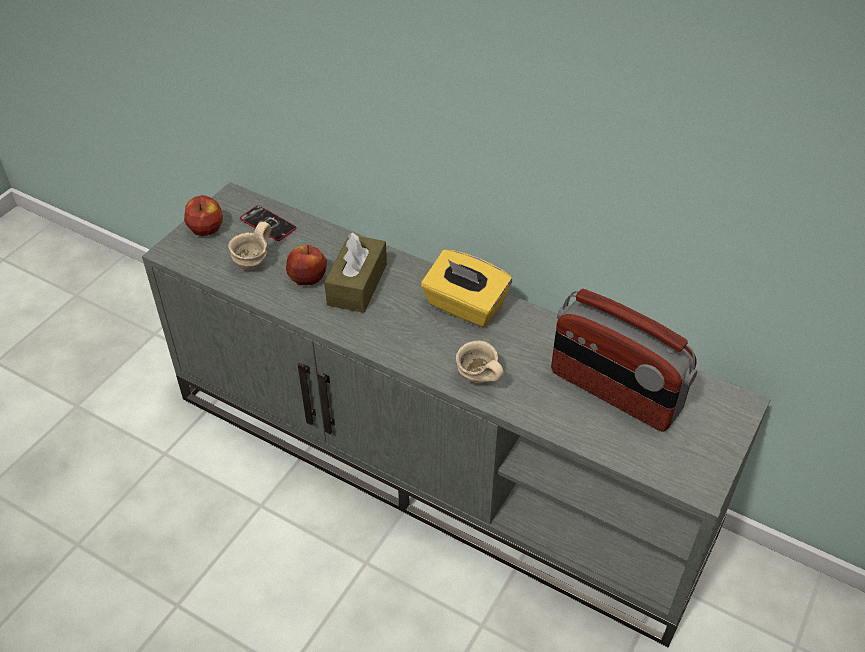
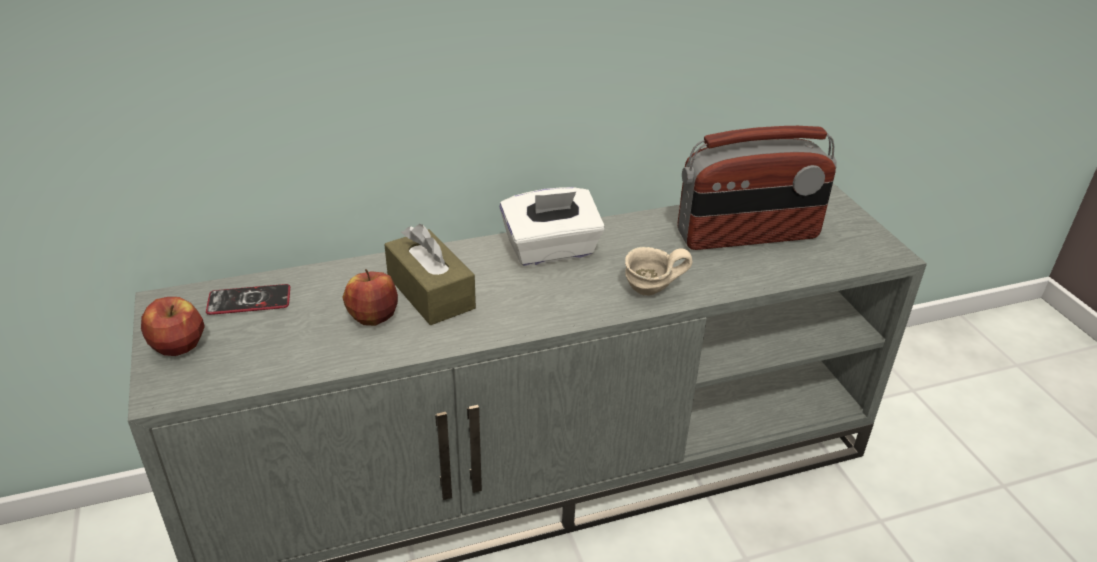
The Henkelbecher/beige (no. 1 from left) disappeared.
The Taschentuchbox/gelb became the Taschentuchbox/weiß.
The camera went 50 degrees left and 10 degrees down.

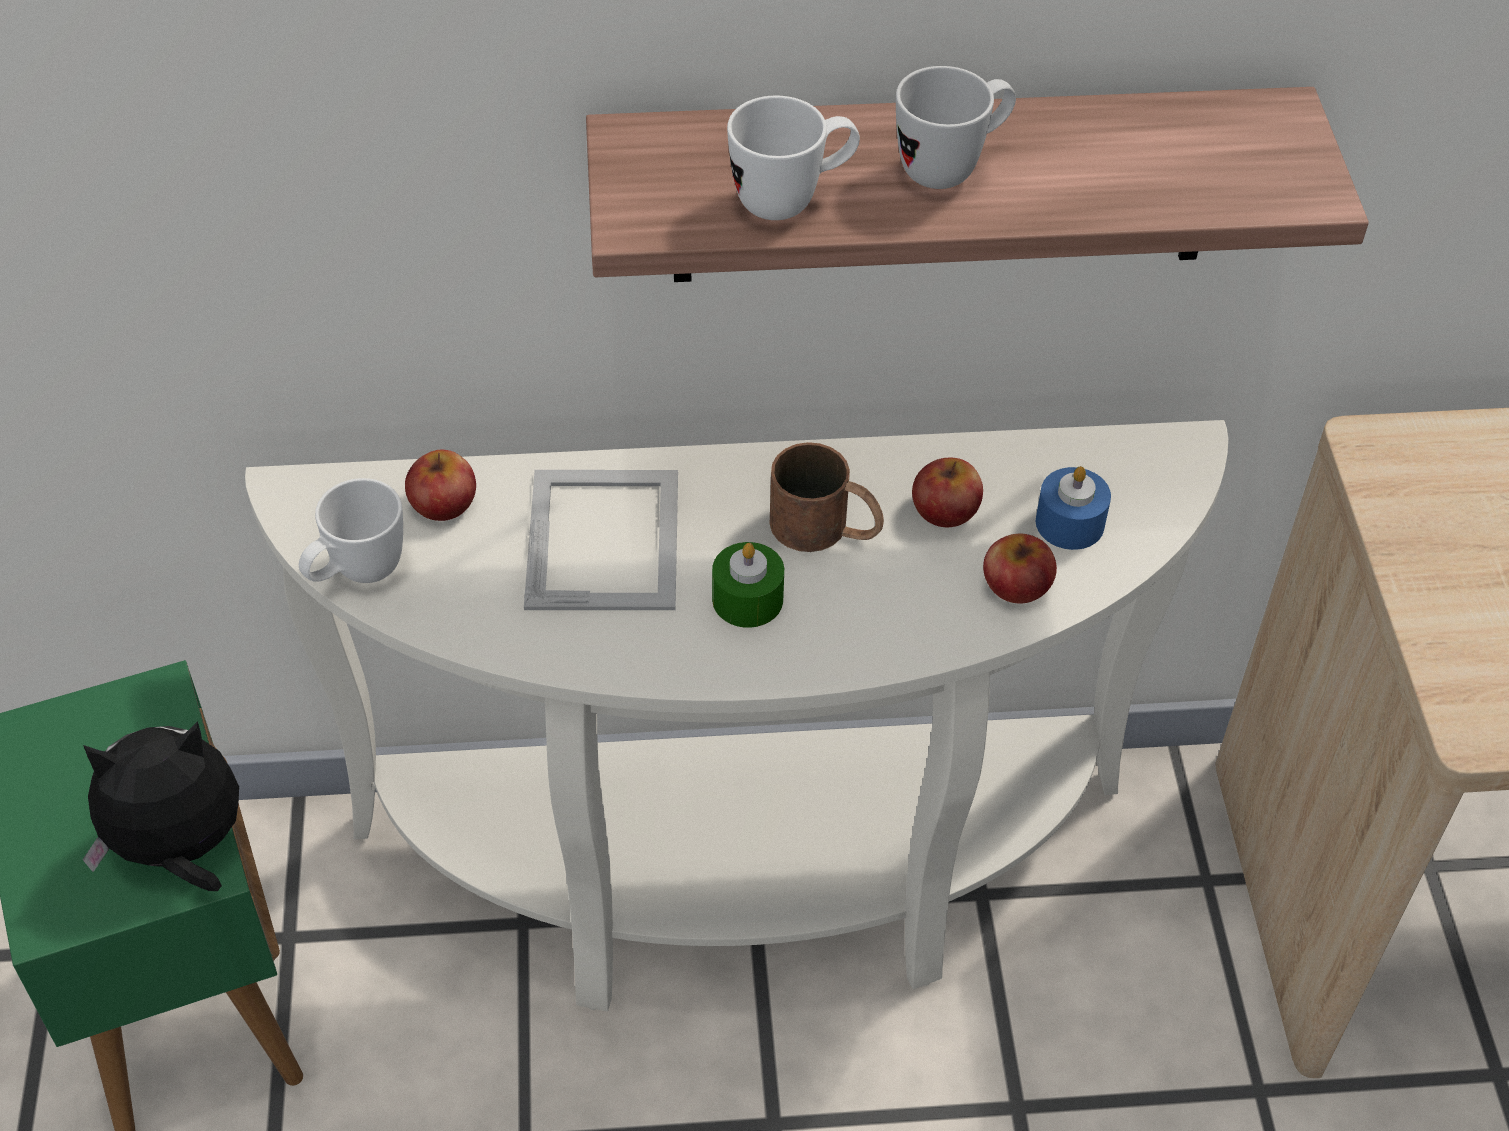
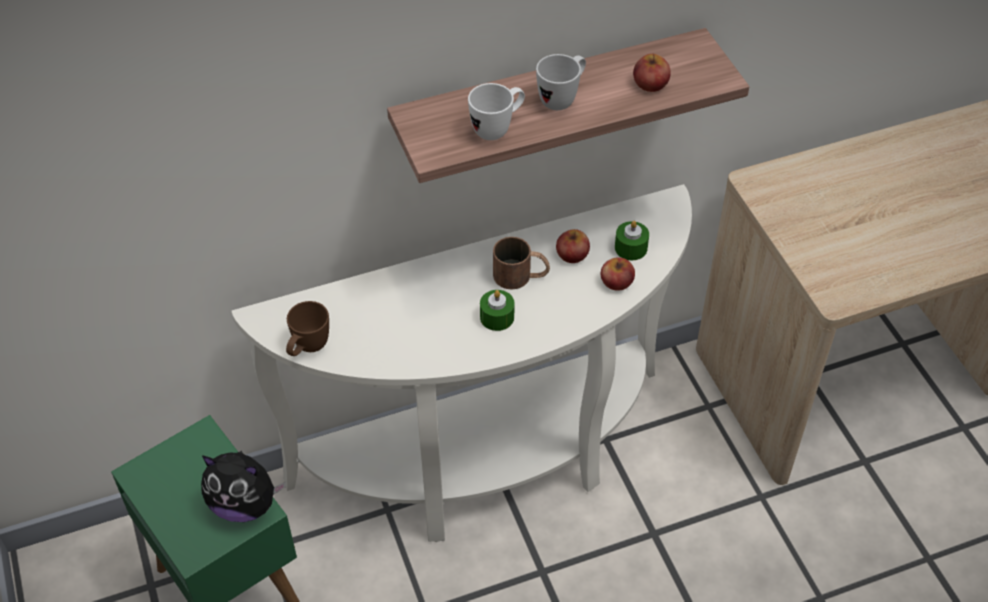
The Apfel (no. 1 from left in the first image) moved.
The Kerze/blau became the Kerze/grün (no. 2 from left).
The Bilderrahmen disappeared.
The Henkelbecher/weiß (no. 1 from left) became the Henkelbecher/braun (no. 1 from left).
The Plüschtier turned 135 degrees counterclockwise.
The camera went 15 degrees left and 0 degrees up.

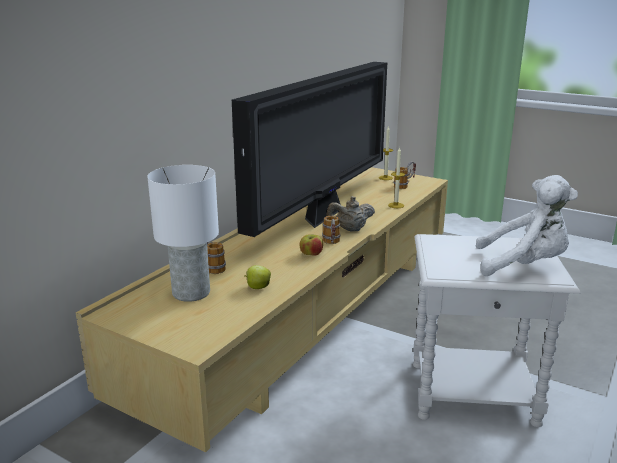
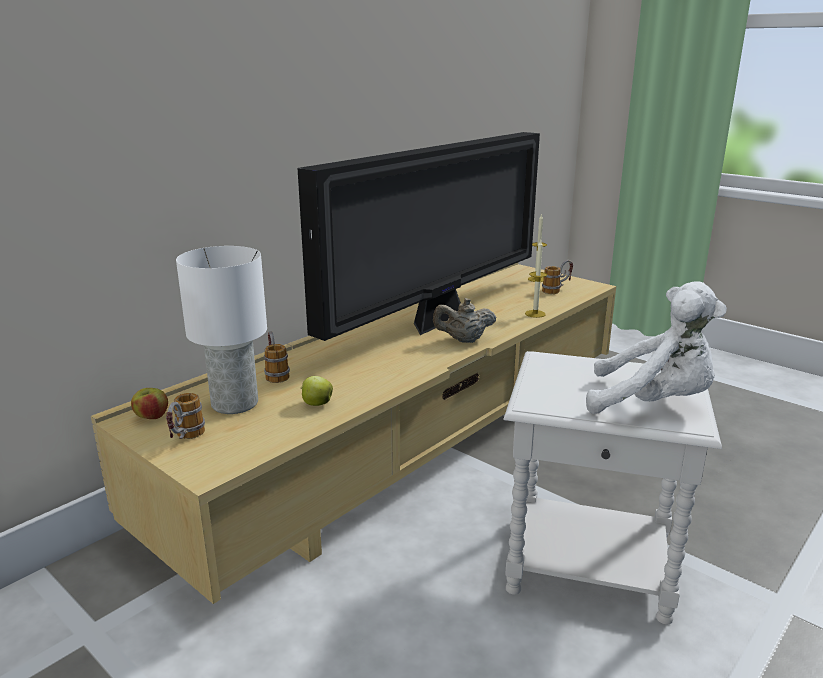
The Henkelbecher (no. 2 from left in the first image) moved.
The Apfel (no. 2 from left in the first image) moved.
The camera went 10 degrees right and 0 degrees up.

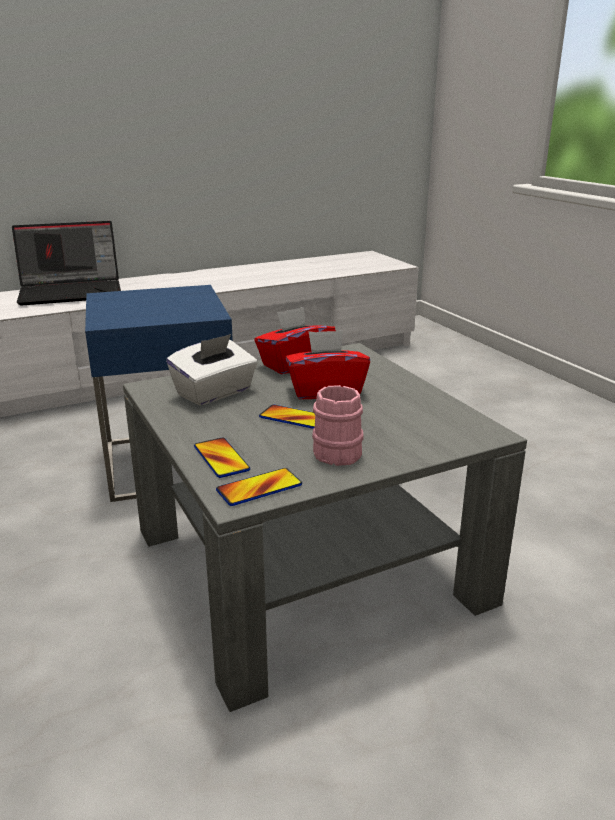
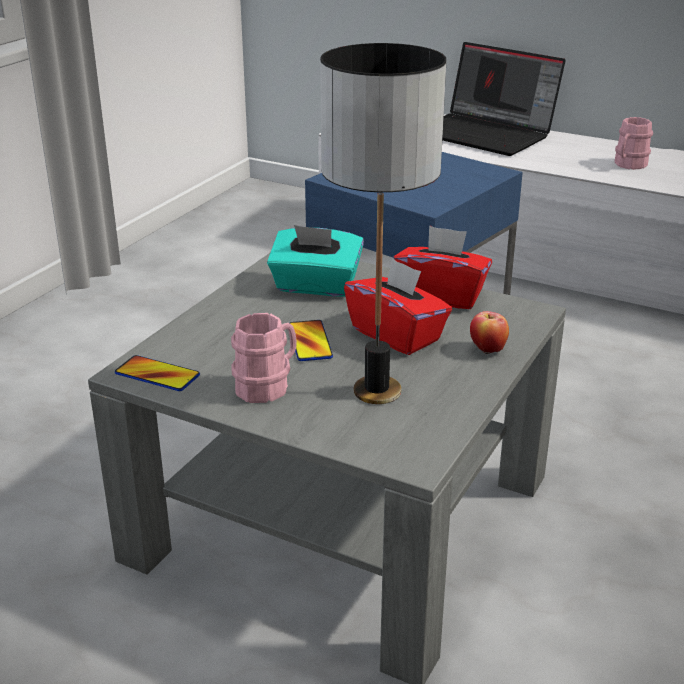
The Taschentuchbox/weiß became the Taschentuchbox/türkis.
The Handy (no. 1 from left) disappeared.
The Tischlampe appeared.
The Henkelbecher/rosa (no. 2 from left) appeared.
The Apfel appeared.
The camera went 55 degrees right and 5 degrees up.

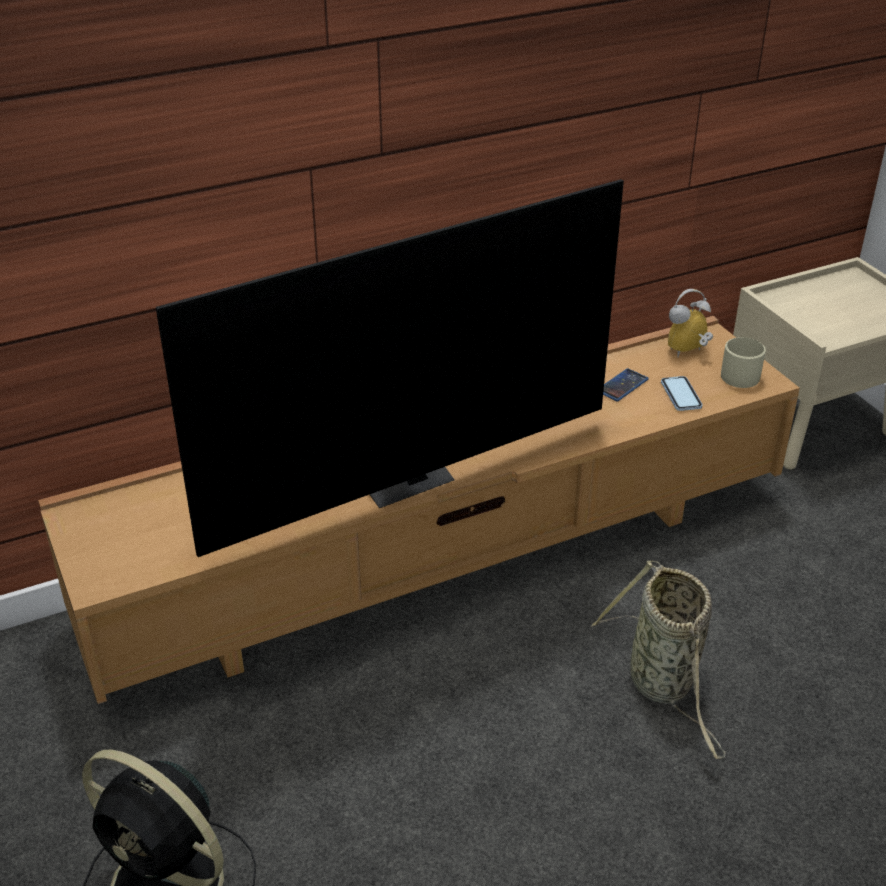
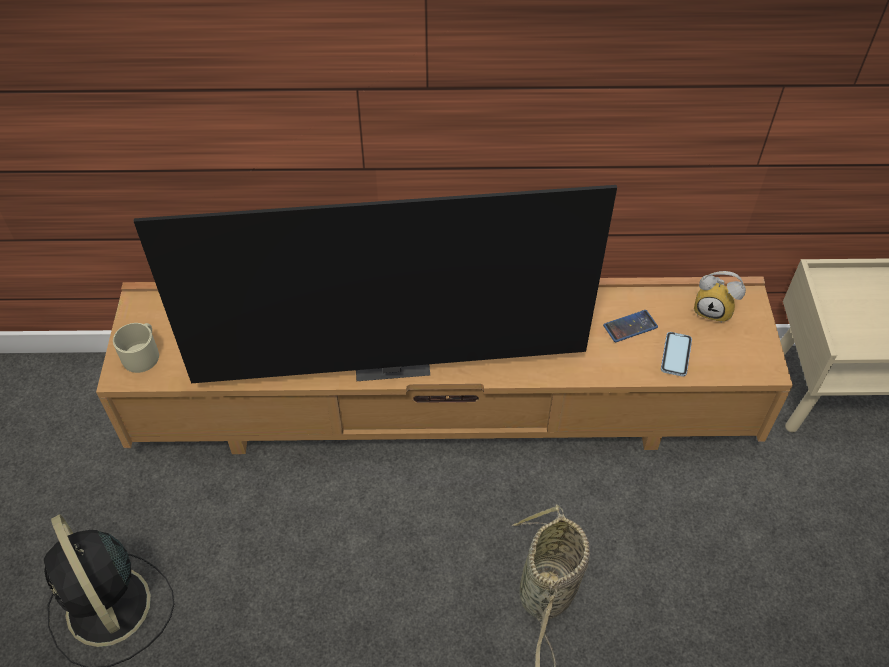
The Wecker turned 150 degrees counterclockwise.
The Henkelbecher/beige moved.
The camera went 25 degrees right and 15 degrees up.

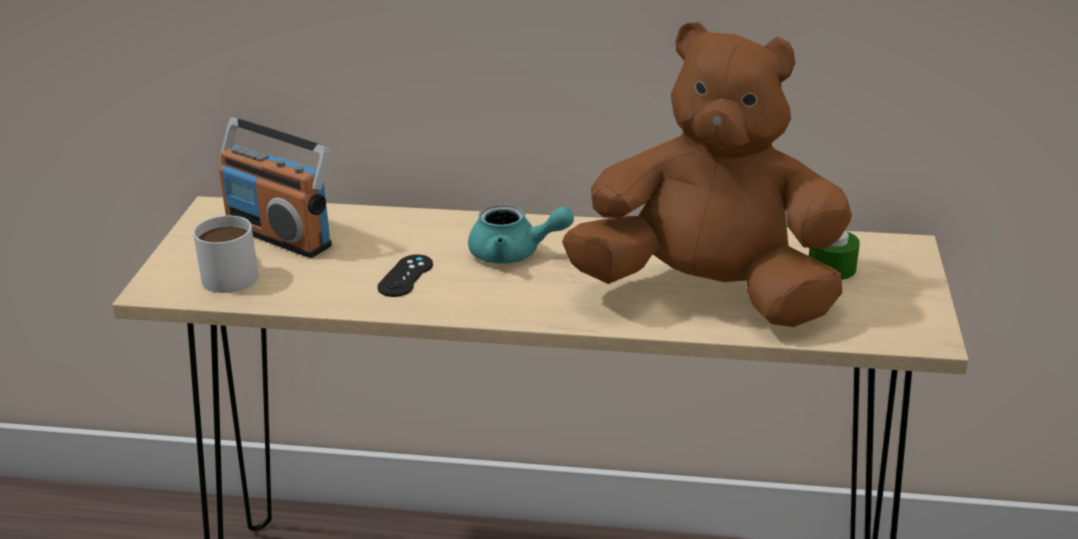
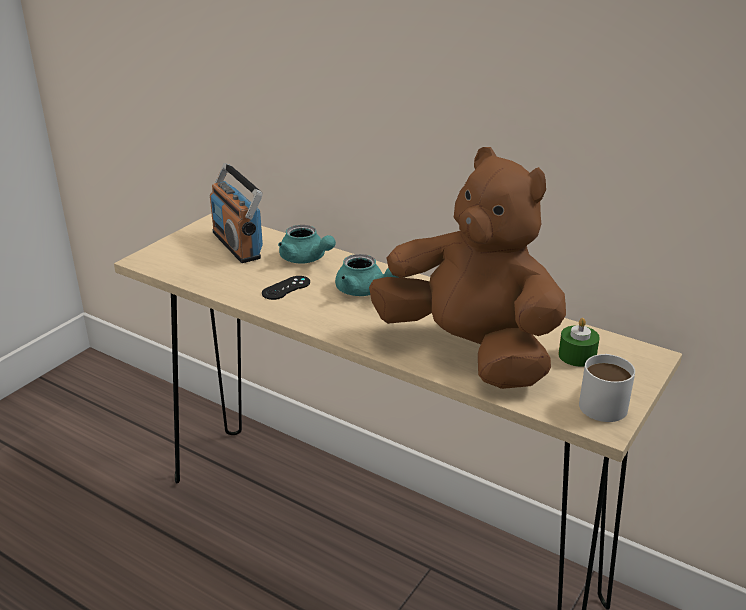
The Henkelbecher/weiß moved.
The Teekanne/türkis (no. 1 from left) appeared.
The camera went 25 degrees right and 0 degrees up.

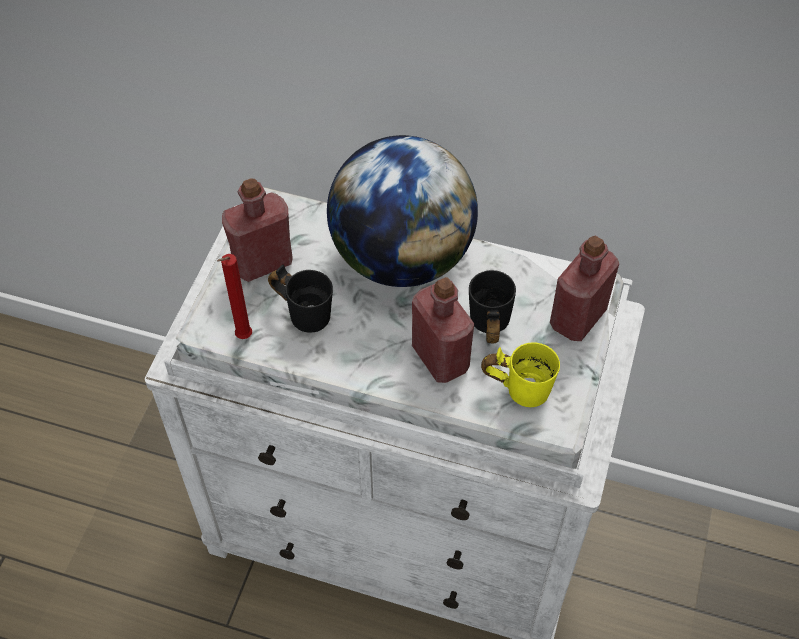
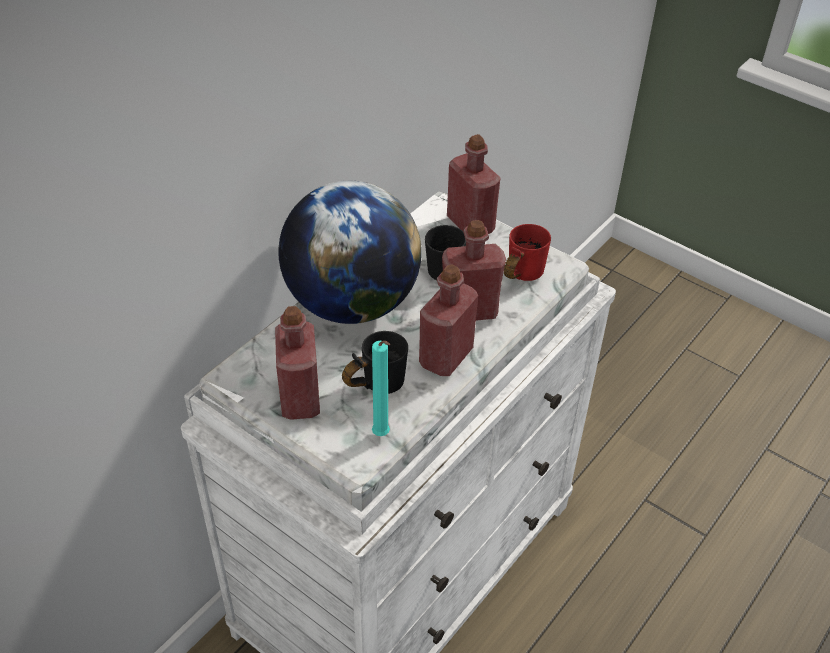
The Kerze/rot became the Kerze/türkis.
The Henkelbecher/gelb became the Henkelbecher/rot.
The Flasche/rot (no. 2 from left) appeared.
The camera went 70 degrees left and 10 degrees down.

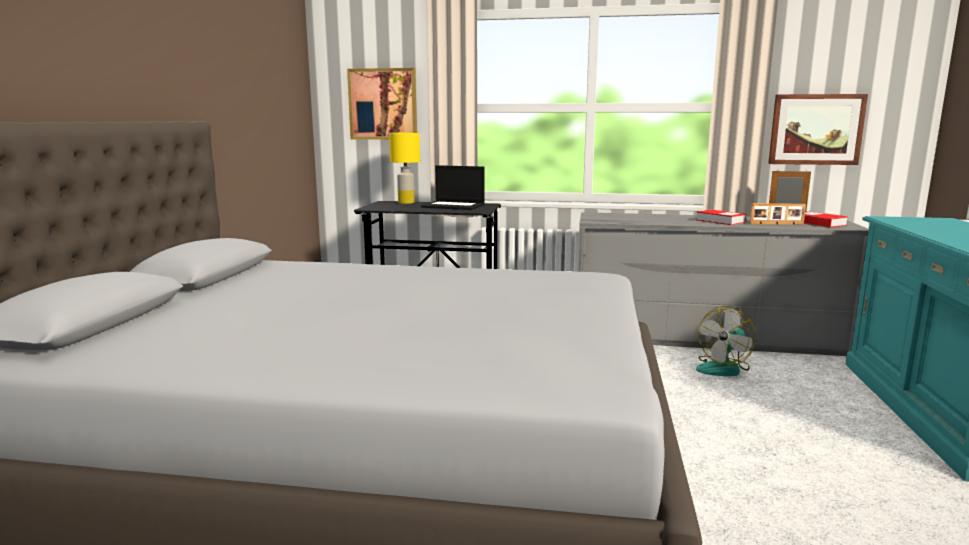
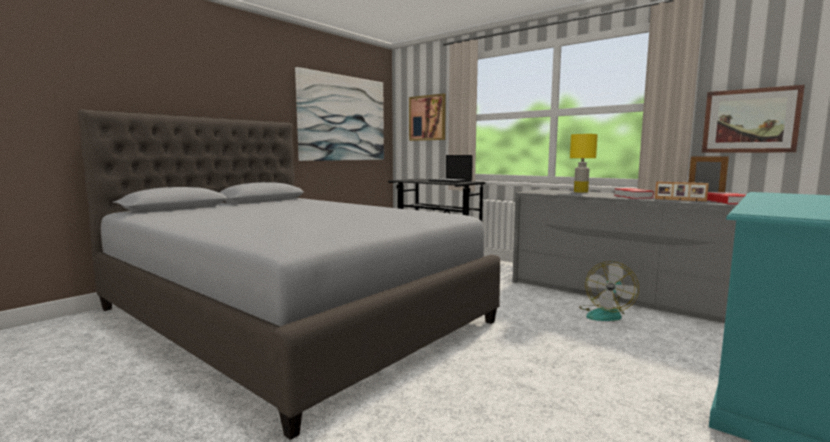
The Tischlampe/gelb moved.
The Ventilator turned 45 degrees counterclockwise.
The Bild (no. 1 from left) appeared.
The camera went 30 degrees right and 5 degrees down.

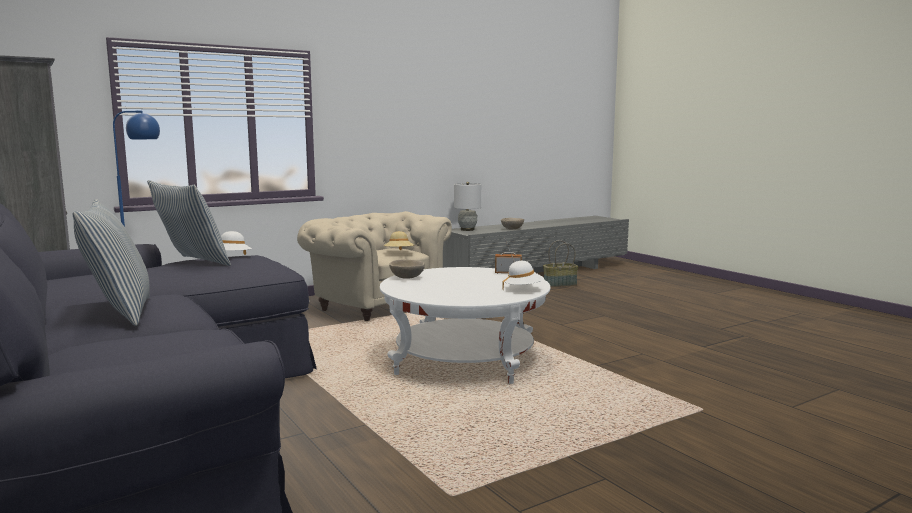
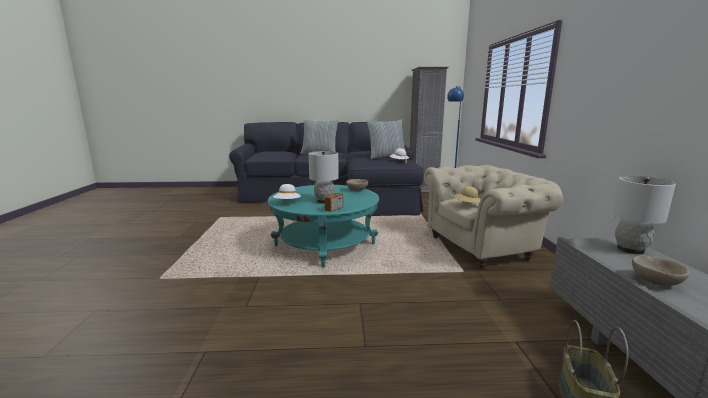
The Couchtisch/weiß became the Couchtisch/türkis.
The Tischlampe/weiß (no. 1 from left) appeared.
The camera went 120 degrees right and 5 degrees up.

